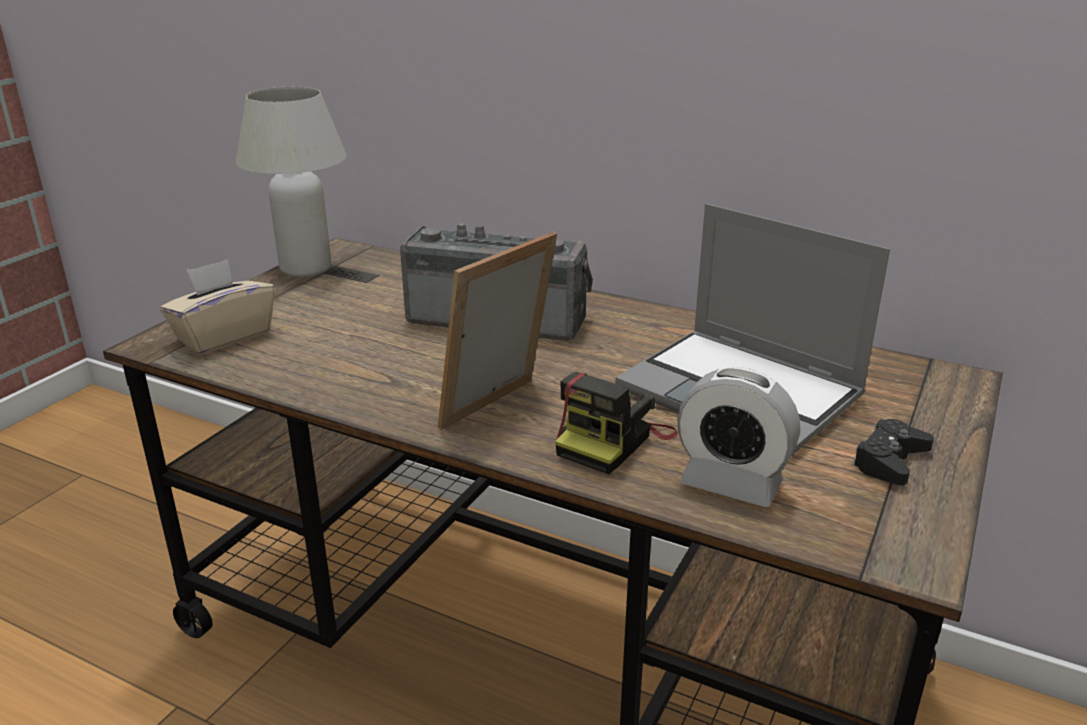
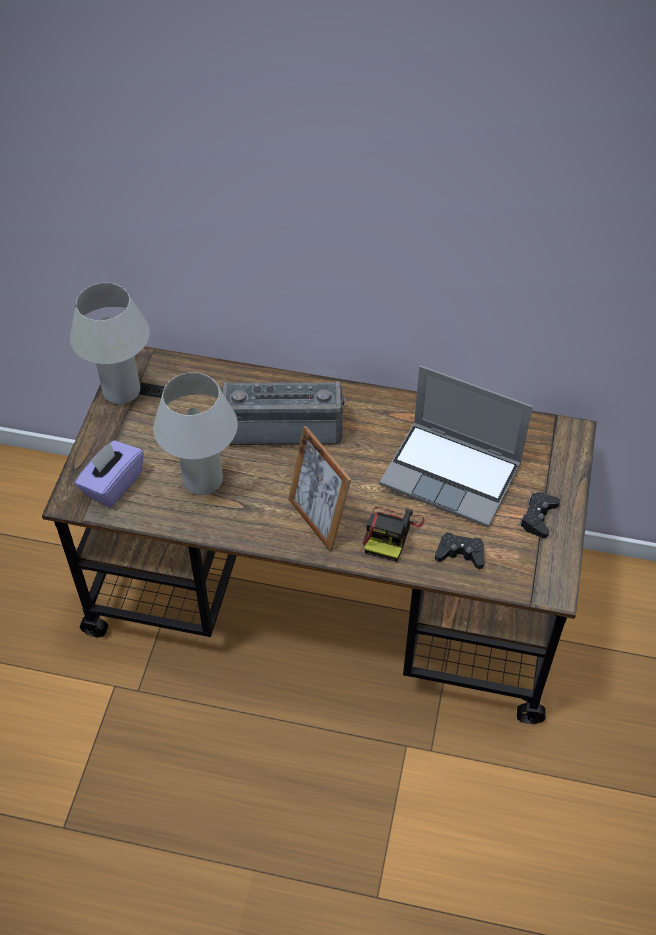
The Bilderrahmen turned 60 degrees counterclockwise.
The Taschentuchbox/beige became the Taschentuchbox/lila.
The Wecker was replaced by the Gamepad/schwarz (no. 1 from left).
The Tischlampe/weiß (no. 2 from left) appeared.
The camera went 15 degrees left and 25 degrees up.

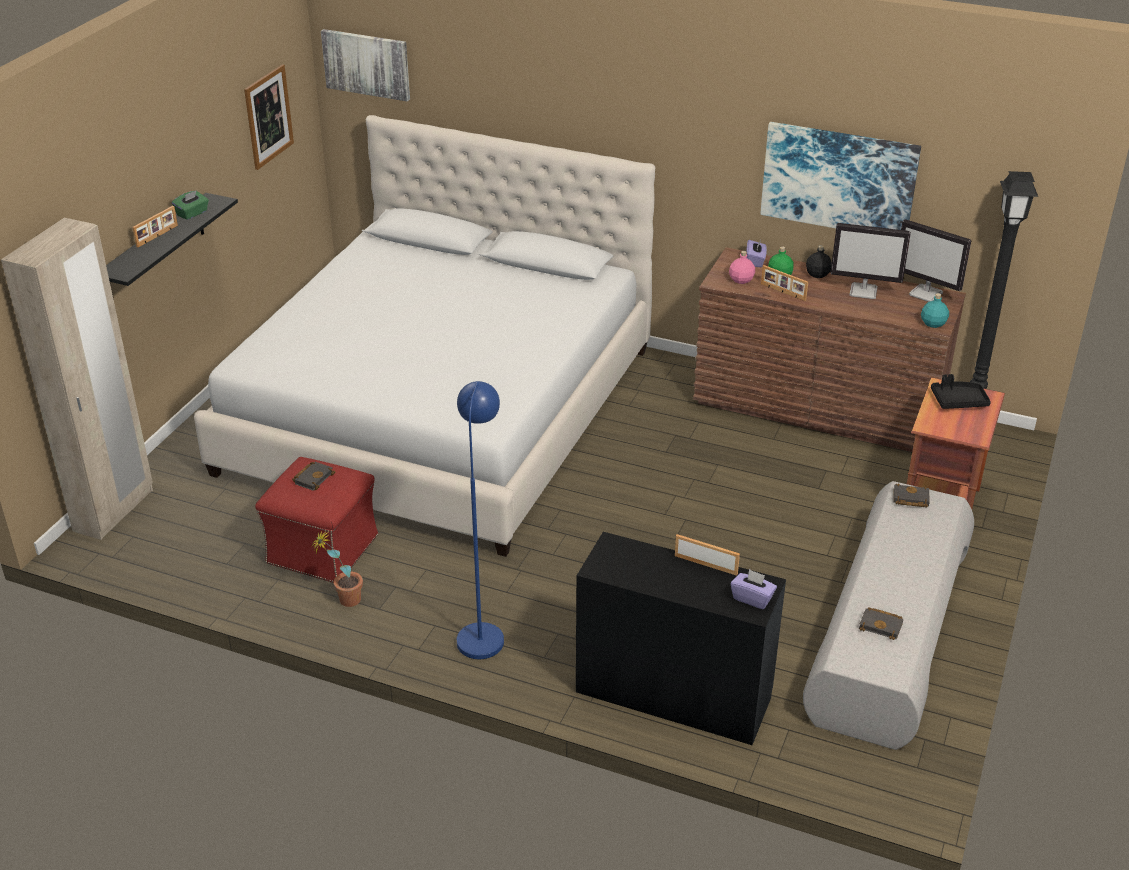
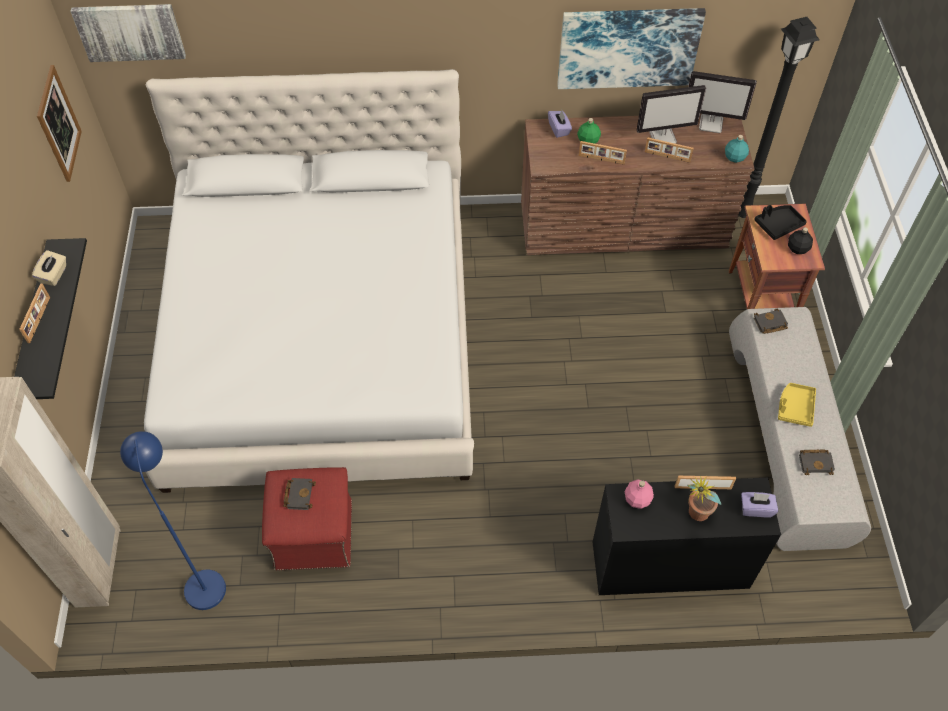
The Taschentuchbox/grün became the Taschentuchbox/beige.
The Flasche/schwarz moved.
The Flasche/rosa moved.
The Stehlampe/blau moved.
The Topfpflanze moved.
The Bilderrahmen (no. 3 from left) appeared.
The Tablett/gelb appeared.
The camera went 25 degrees left and 20 degrees up.

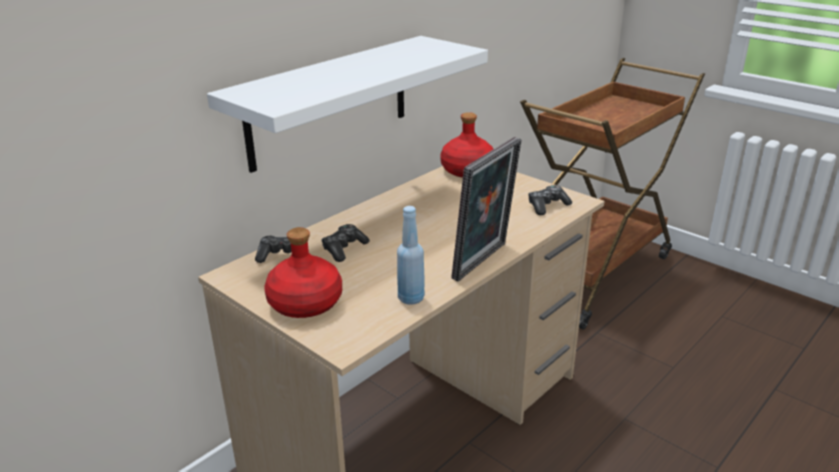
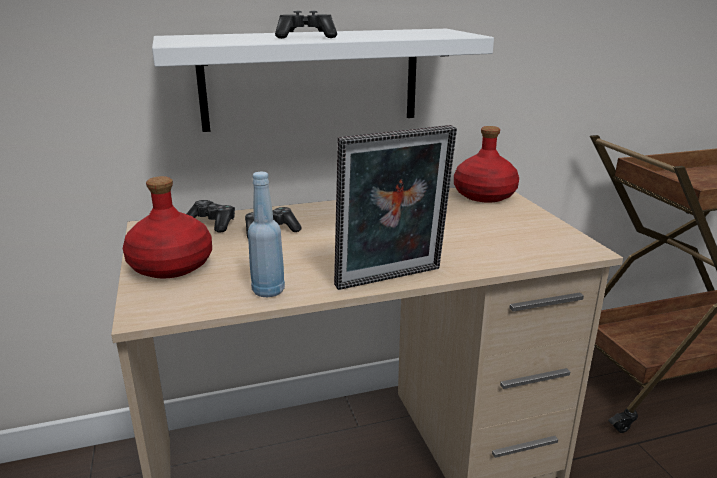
The Gamepad (no. 3 from left) moved.
The camera went 30 degrees right and 5 degrees down.

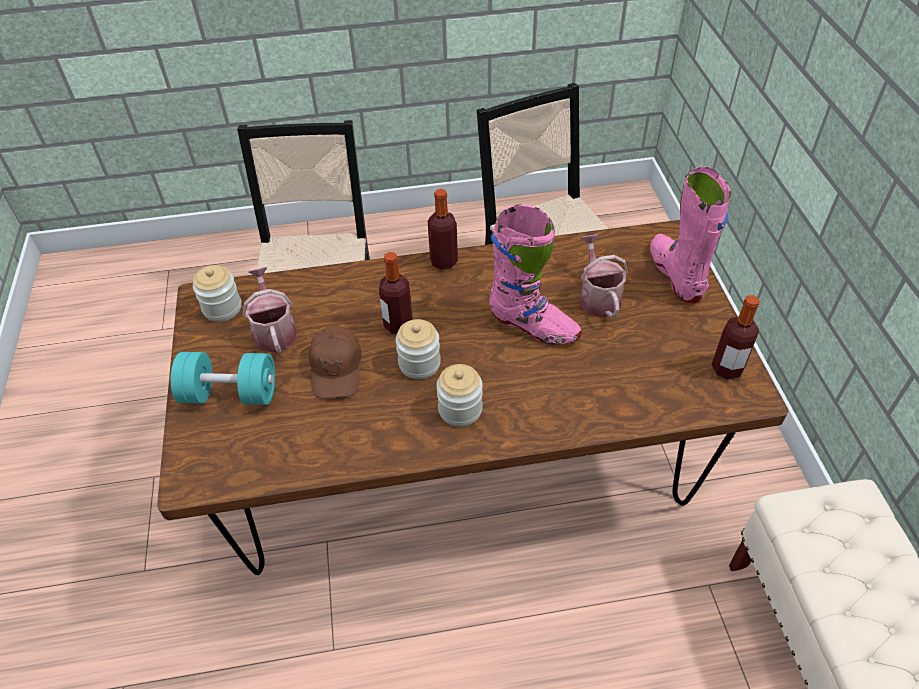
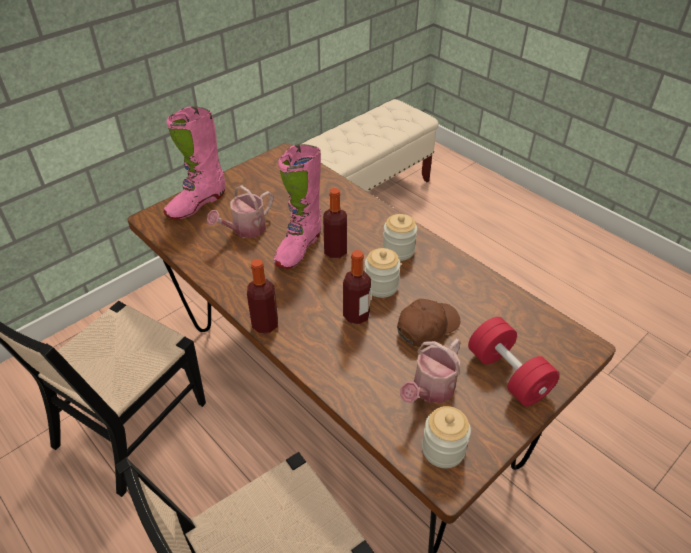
The Stiefel/rosa (no. 1 from left in the first image) turned 150 degrees counterclockwise.
The Flasche (no. 3 from left in the first image) moved.
The Hantel/türkis became the Hantel/rot.
The camera went 125 degrees left and 5 degrees down.

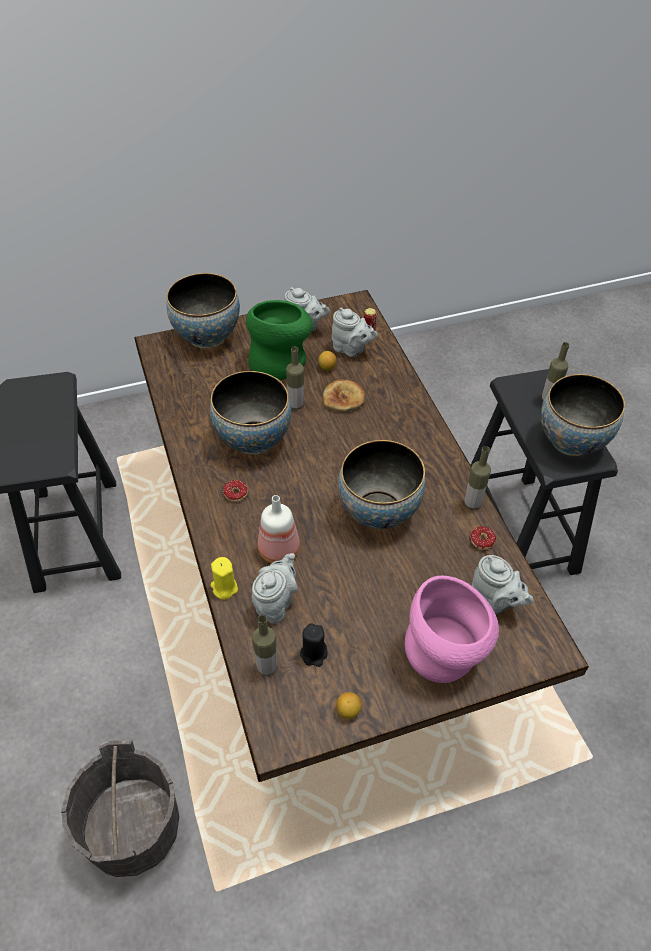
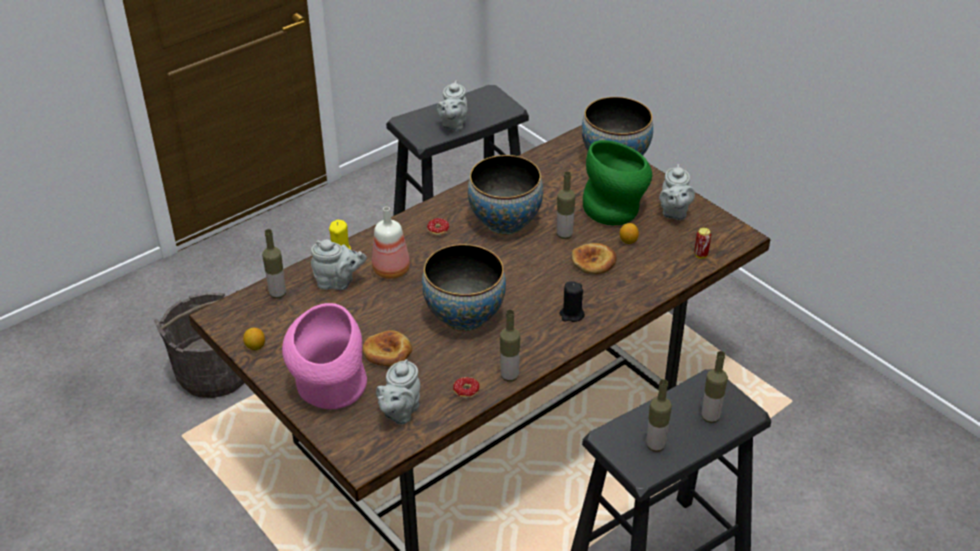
The Teekanne/grau (no. 3 from left) moved.
The Schüssel (no. 4 from left) was replaced by the Flasche (no. 5 from left).
The Kerze/schwarz moved.
The Brot (no. 1 from left) appeared.
The camera went 70 degrees right and 10 degrees down.

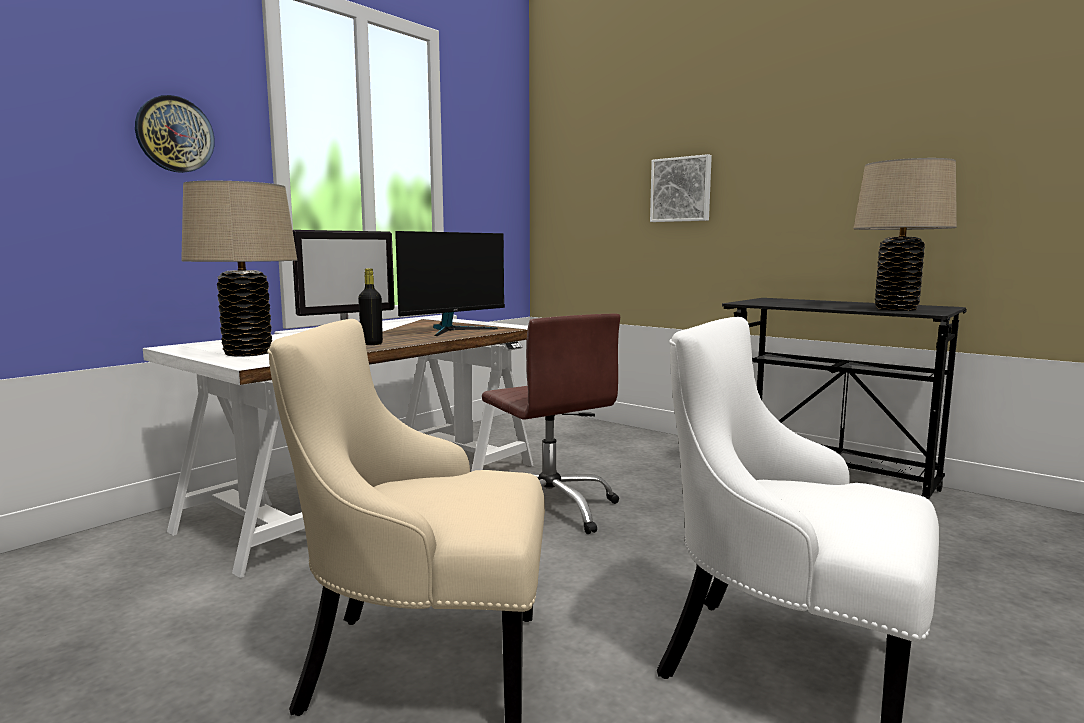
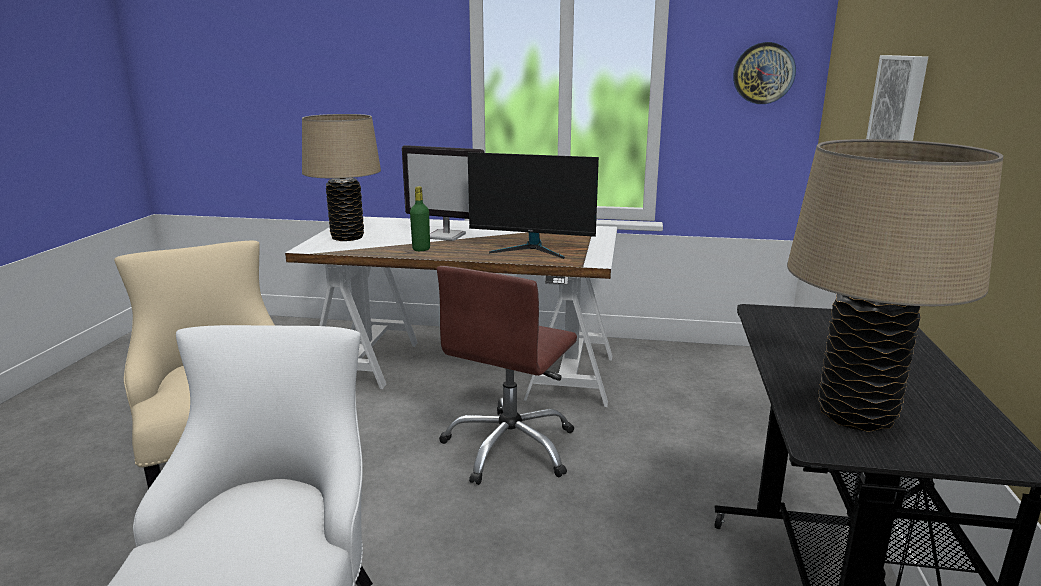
The Wanduhr moved.
The Flasche/schwarz became the Flasche/grün.
The camera went 60 degrees right and 10 degrees up.

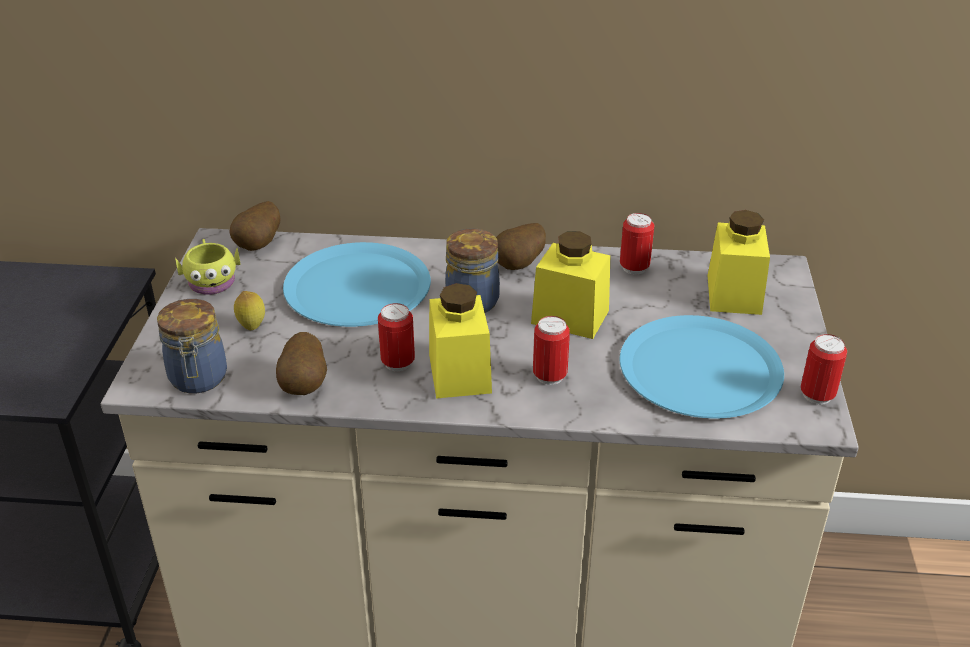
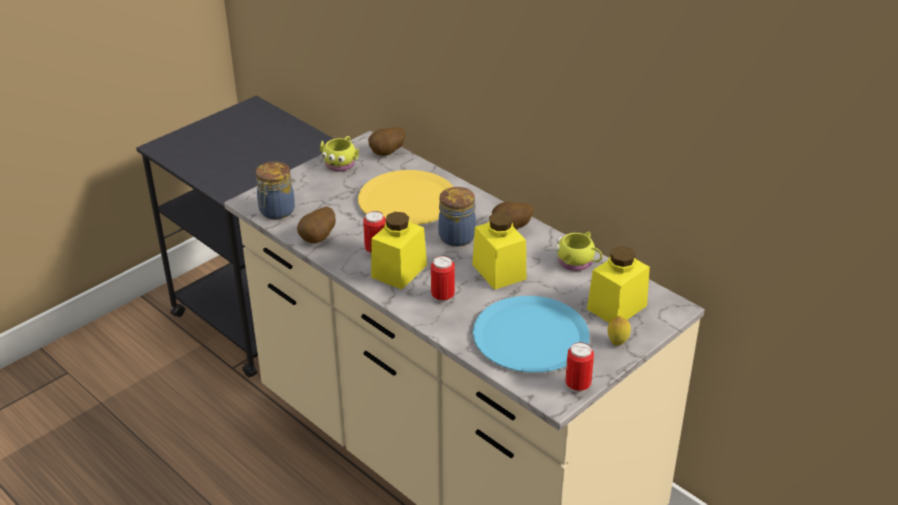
The Dose (no. 3 from left) was replaced by the Henkelbecher/gelb (no. 2 from left).
The Teller/blau (no. 1 from left) became the Teller/gelb.
The Zitrone moved.
The camera went 40 degrees right and 0 degrees up.

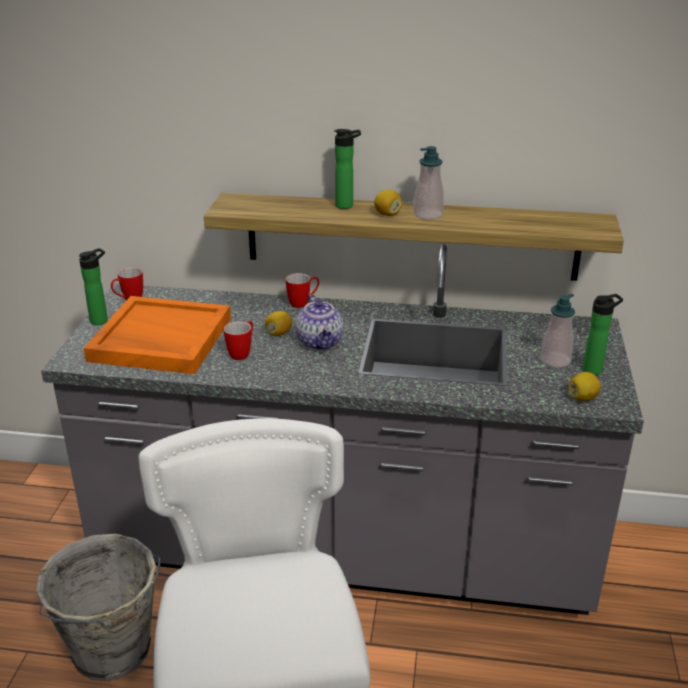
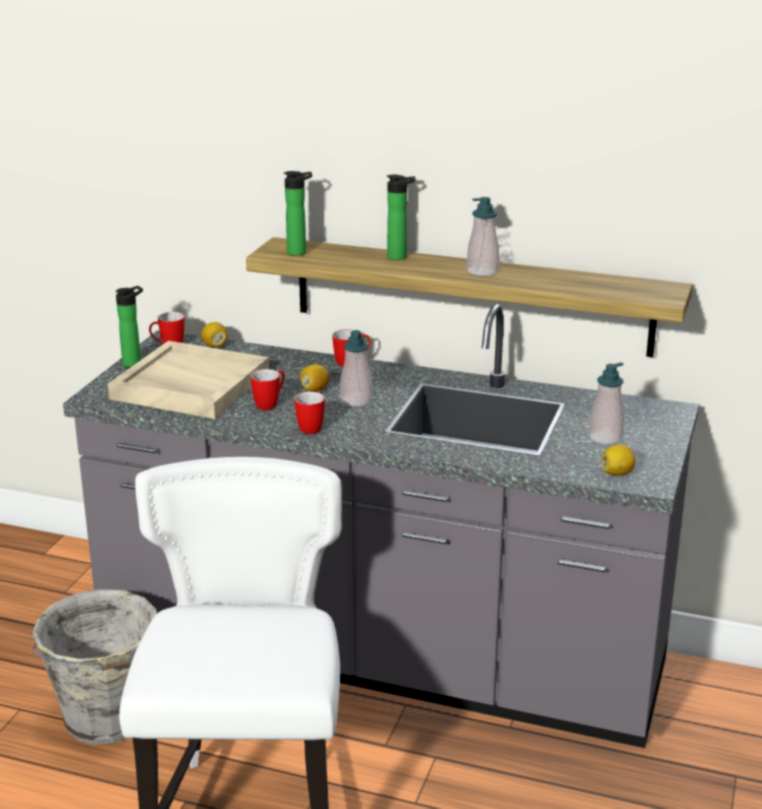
The Zitrone (no. 2 from left in the first image) moved.
The Flasche (no. 3 from left in the first image) moved.
The Teekanne was replaced by the Seifenspender (no. 1 from left).
The Tablett/orange became the Tablett/beige.
The Henkelbecher (no. 3 from left) appeared.
The camera went 10 degrees right and 5 degrees down.

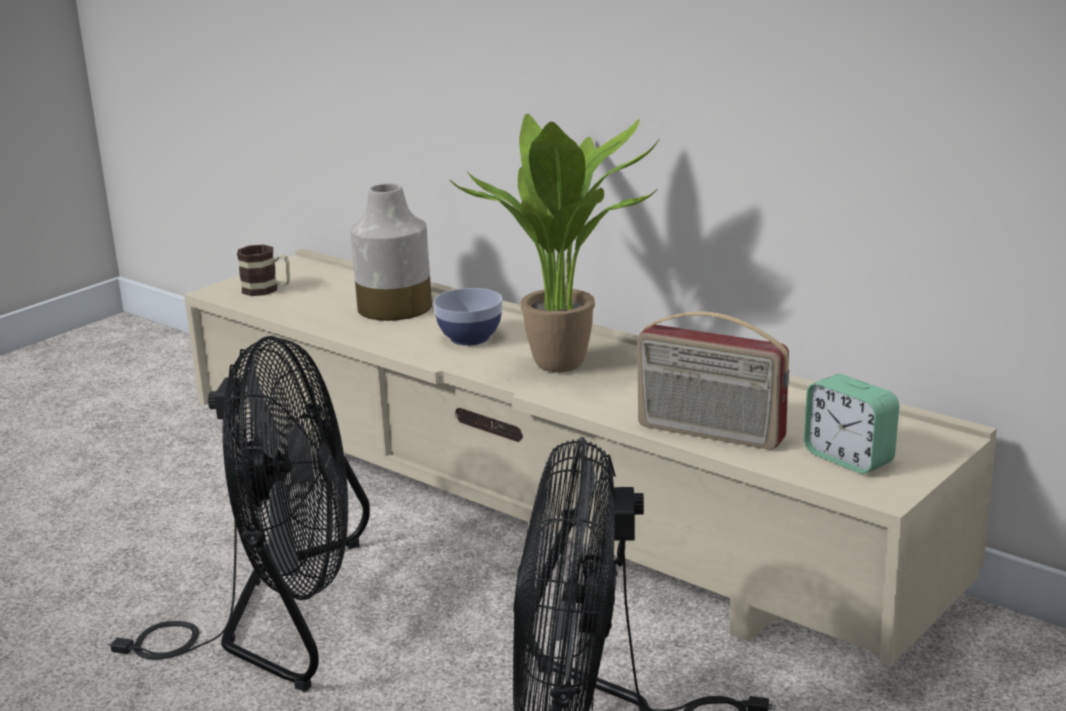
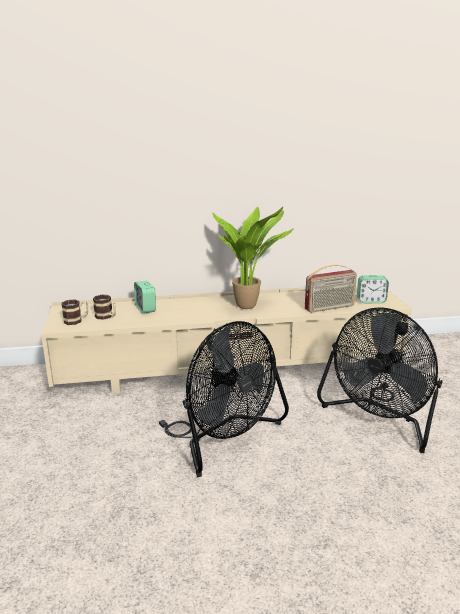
The Vase/beige was replaced by the Wecker (no. 1 from left).
The Schüssel disappeared.
The Ventilator/schwarz (no. 1 from left) turned 90 degrees clockwise.
The Henkelbecher (no. 2 from left) appeared.
The camera went 50 degrees left and 0 degrees up.

